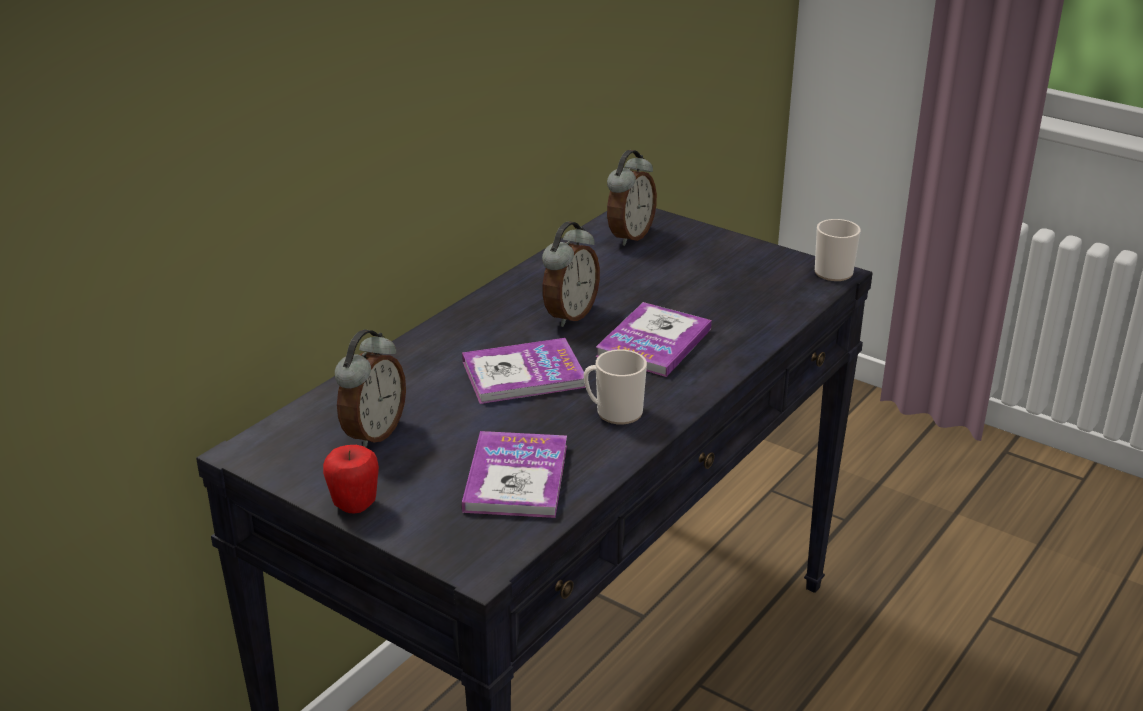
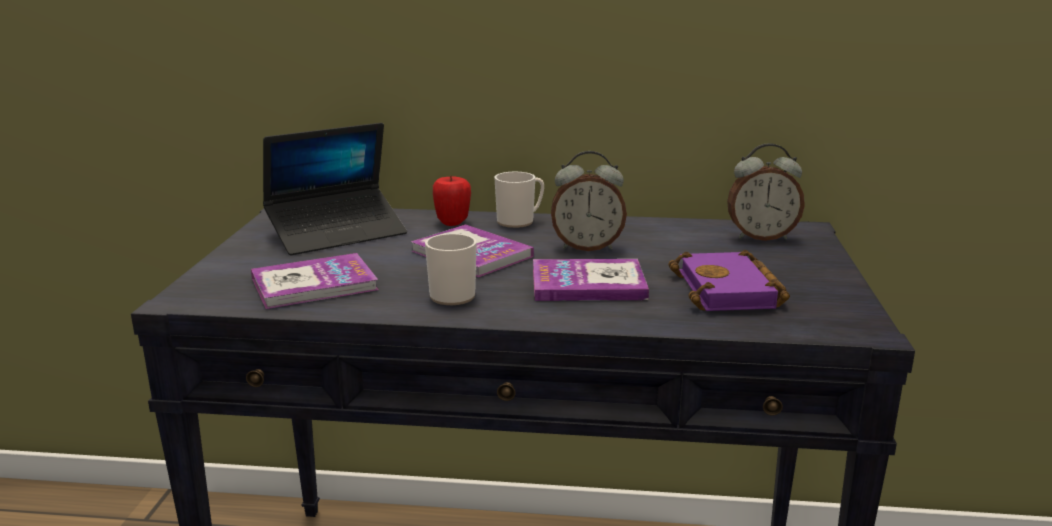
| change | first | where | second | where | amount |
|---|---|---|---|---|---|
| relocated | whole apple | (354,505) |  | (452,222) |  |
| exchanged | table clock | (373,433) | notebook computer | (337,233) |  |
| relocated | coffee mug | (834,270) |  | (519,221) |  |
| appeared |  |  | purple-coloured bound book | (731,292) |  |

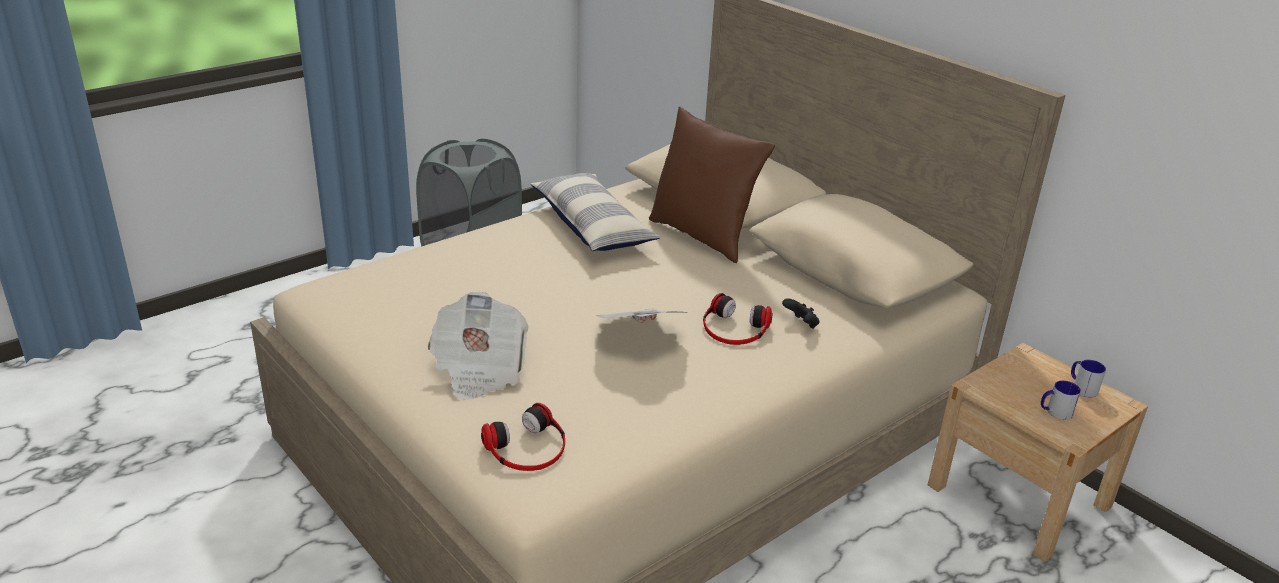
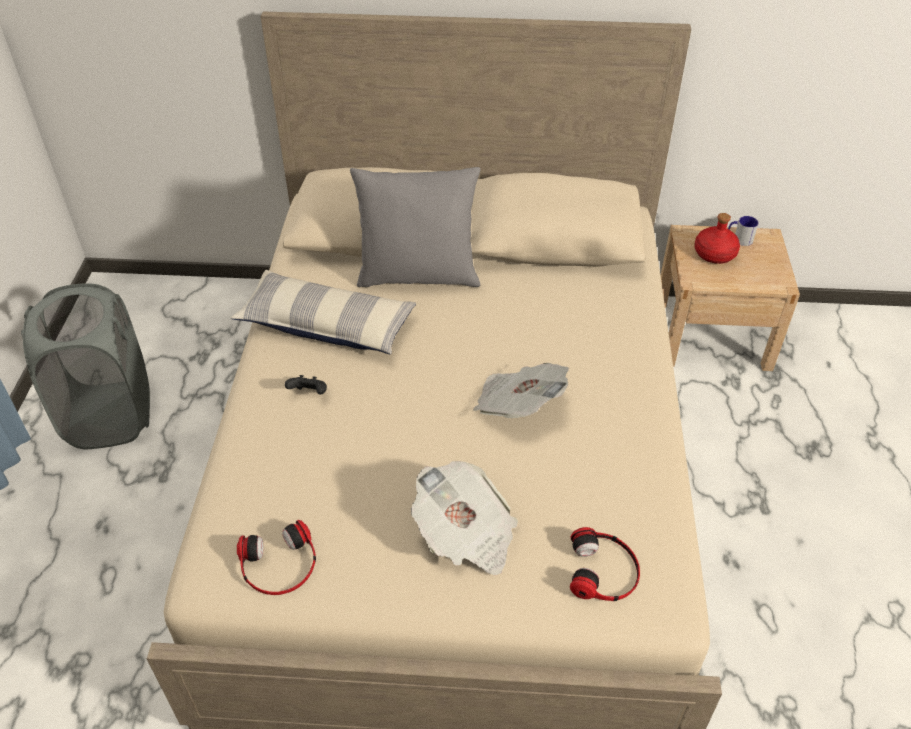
| change | first | where | second | where | amount |
|---|---|---|---|---|---|
| colour | brown cushion | (703,236) | greyish cushion | (418,275) |  |
| relocated | pair of headphones | (734,328) |  | (279,565) |  |
| relocated | black game controller | (801,324) |  | (309,394) |  |
| missing | coffee mug | (1055,412) |  |  |  |
| appeared |  |  | red drink bottle | (714,254) |  |

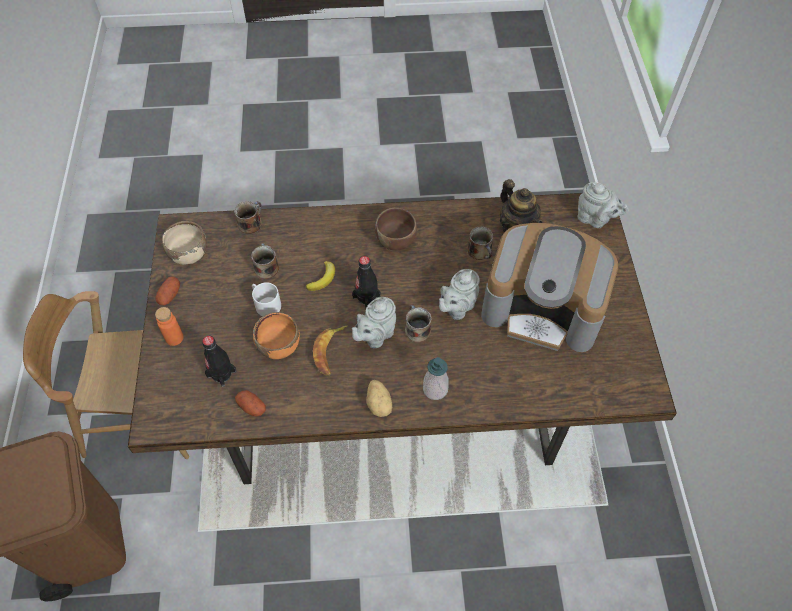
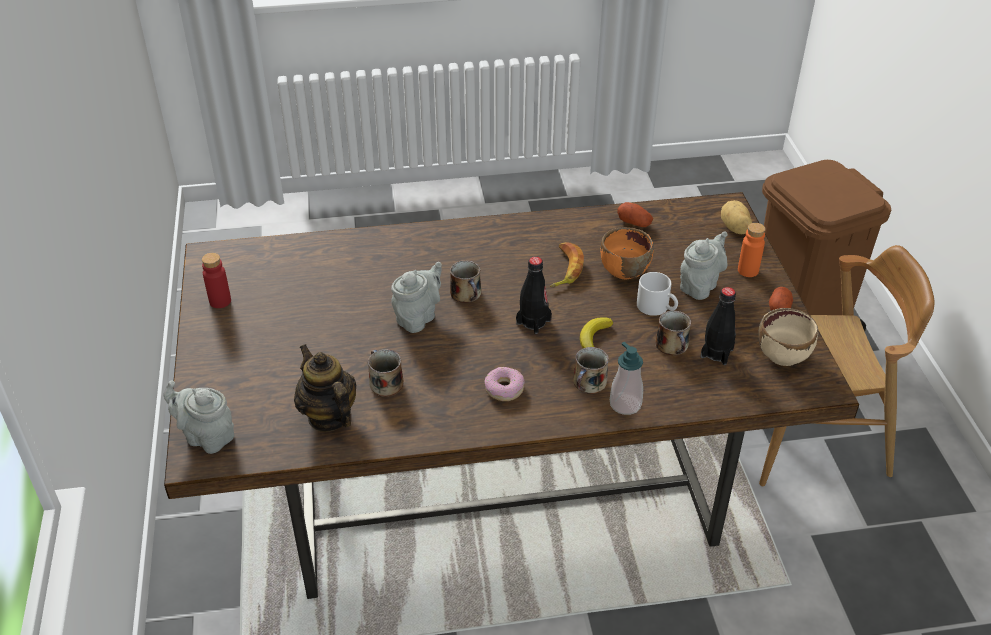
| change | first | where | second | where | amount |
|---|---|---|---|---|---|
| relocated | black drink bottle | (221,374) |  | (716,353) |  |
| relocated | coffee mug | (250,223) |  | (589,383) |  |
| relocated | greyish teapot | (375,336) |  | (700,285) |  |
| relocated | potato | (379,404) |  | (734,228) |  |
| exchanged | brown deep dish | (396,240) | ring doughnut | (504,389) |  |
| relocated | soap dispenser | (435,389) |  | (625,404) |  |
| missing | coffee brewer | (543,308) |  |  |  |
| appeared |  |  | red drink bottle | (220,301) |  |

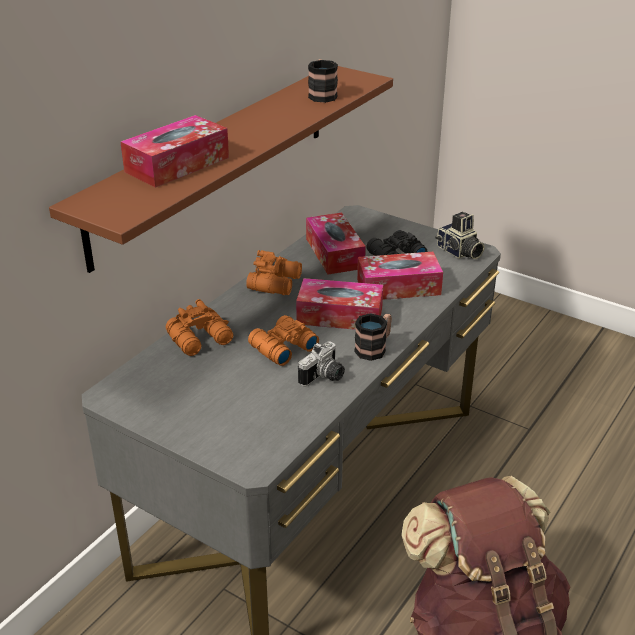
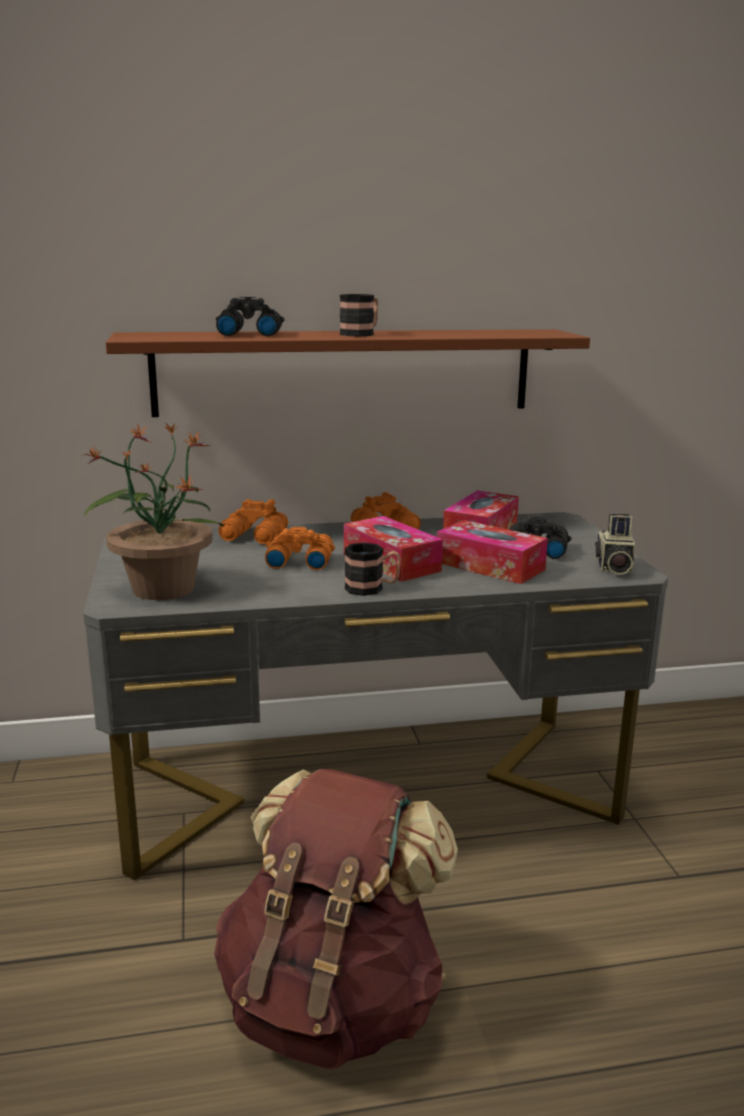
| change | first | where | second | where | amount |
|---|---|---|---|---|---|
| exchanged | tissue holder | (177,164) | black binoculars | (248,334) |  |
| missing | photo camera | (324,377) |  |  |  |
| relocated | coffee mug | (321,94) |  | (361,334) |  |
| appeared |  |  | plant in a pot | (162,588) |  |

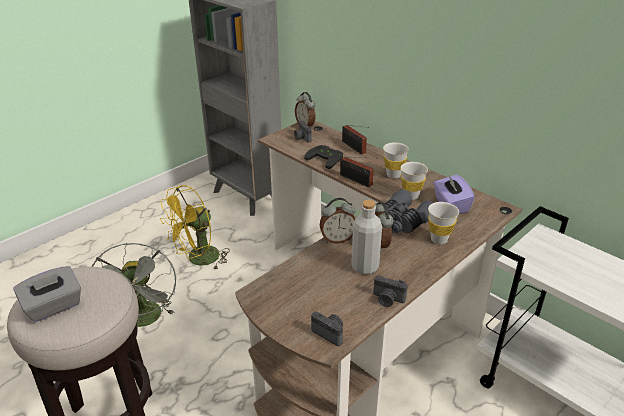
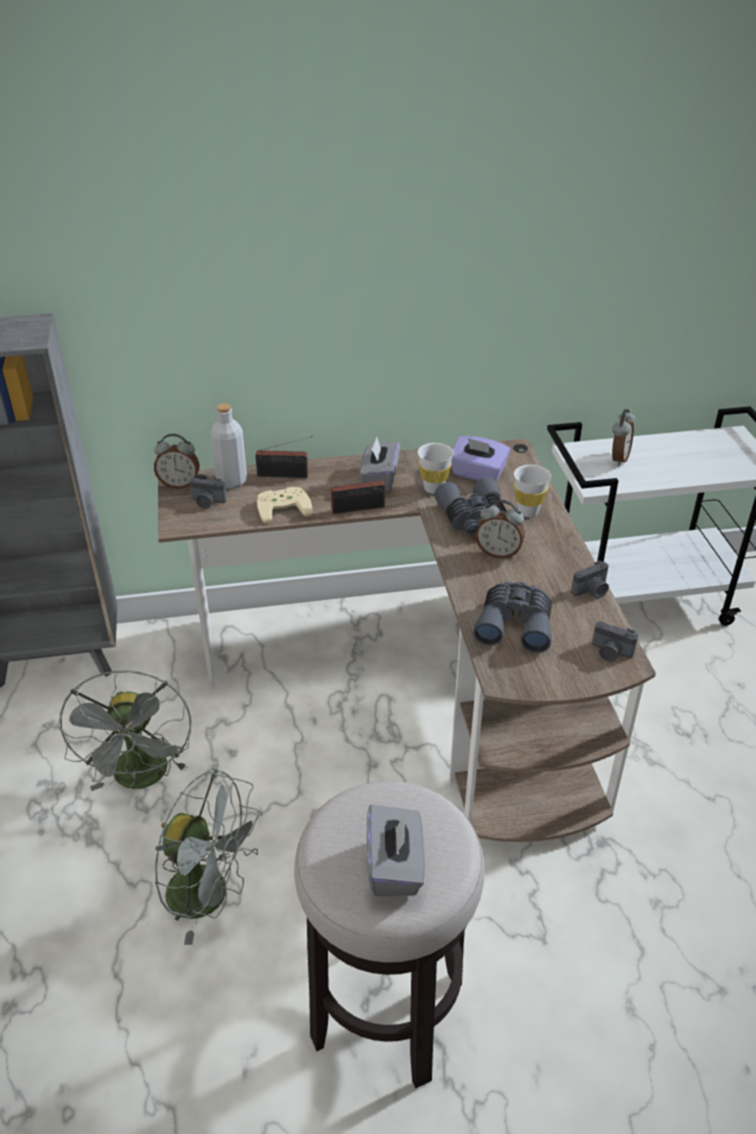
| change | first | where | second | where | amount |
|---|---|---|---|---|---|
| colour | yellowish electric fan | (198,260) | greyish electric fan | (142,778) |  |
| colour | black game controller | (326,158) | sand-coloured game controller | (283,506) |  |
| spun | photo camera | (329,333) |  | (610,652) | 135 degrees counterclockwise |
| relocated | table clock | (337,239) |  | (618,458) |  |
| relocated | greyish drink bottle | (365,267) |  | (231,481) |  |
| exchanged | white drinking cup | (393,175) | greyish tissue holder | (379,479) |  |
| appeared |  |  | greyish binoculars | (515,624) |  |

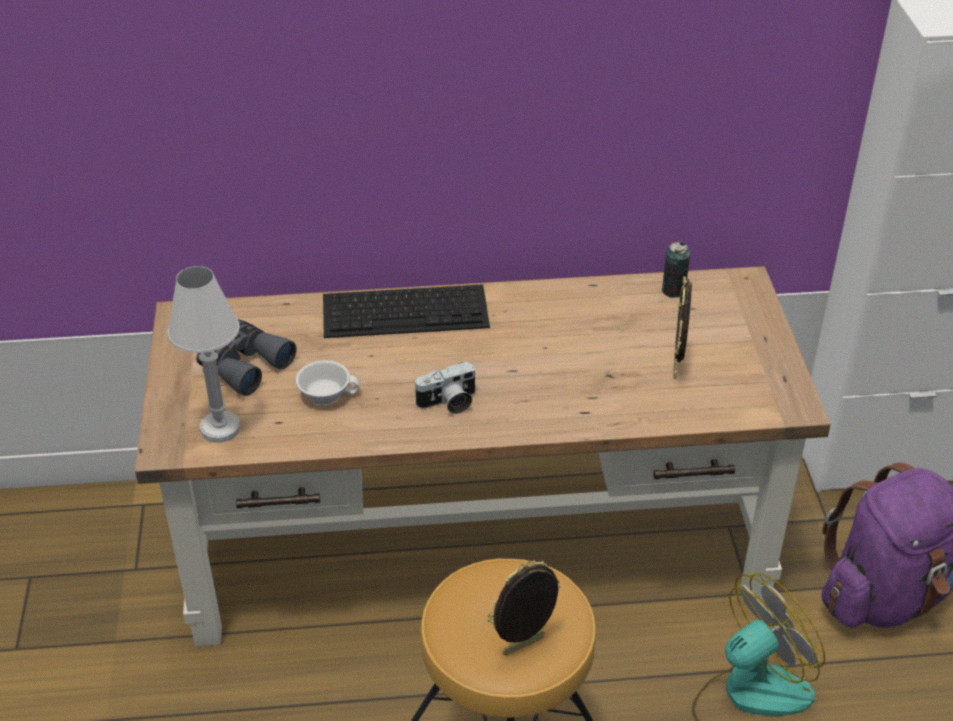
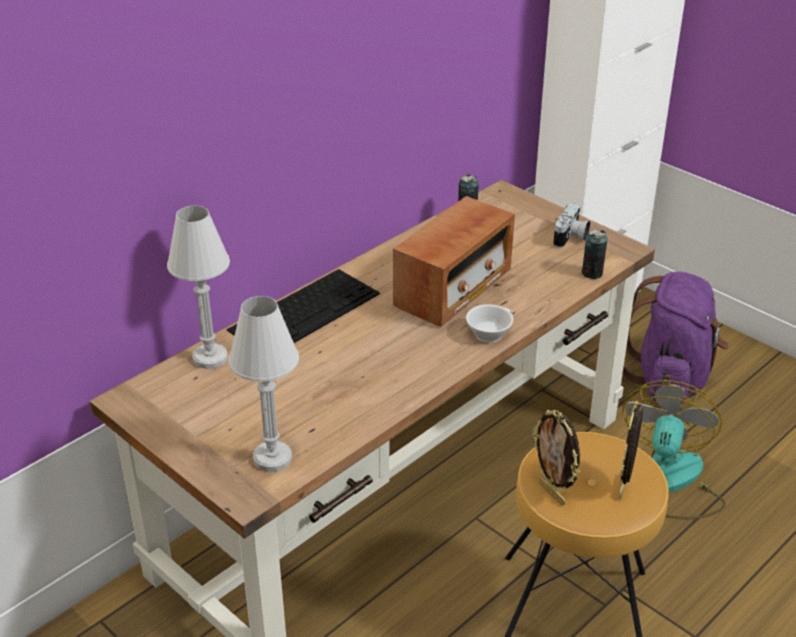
| change | first | where | second | where | amount |
|---|---|---|---|---|---|
| missing | greyish binoculars | (242,364) |  |  |  |
| relocated | white drinking cup | (326,393) |  | (488,332) |  |
| relocated | photo camera | (448,403) |  | (571,238) |  |
| relocated | standing frame | (677,366) |  | (552,493) |  |
| appeared |  |  | white table lamp | (210,358) |  |
| appeared |  |  | radio receiver | (453,289) |  |
| appeared |  |  | metal can | (592,273) |  |

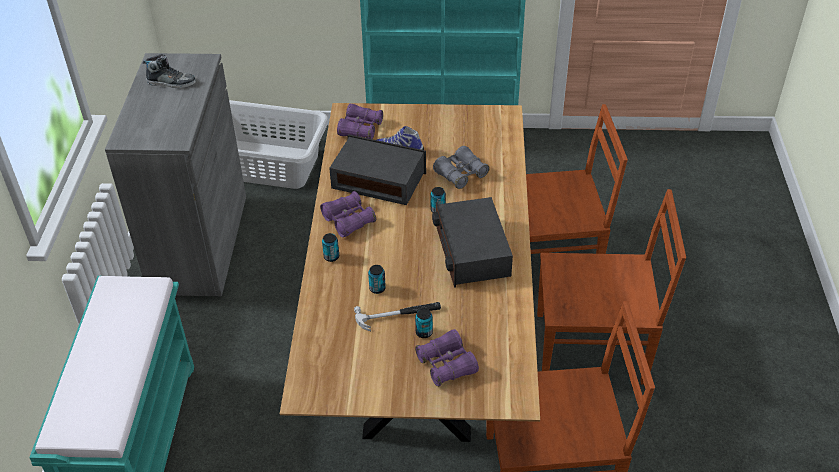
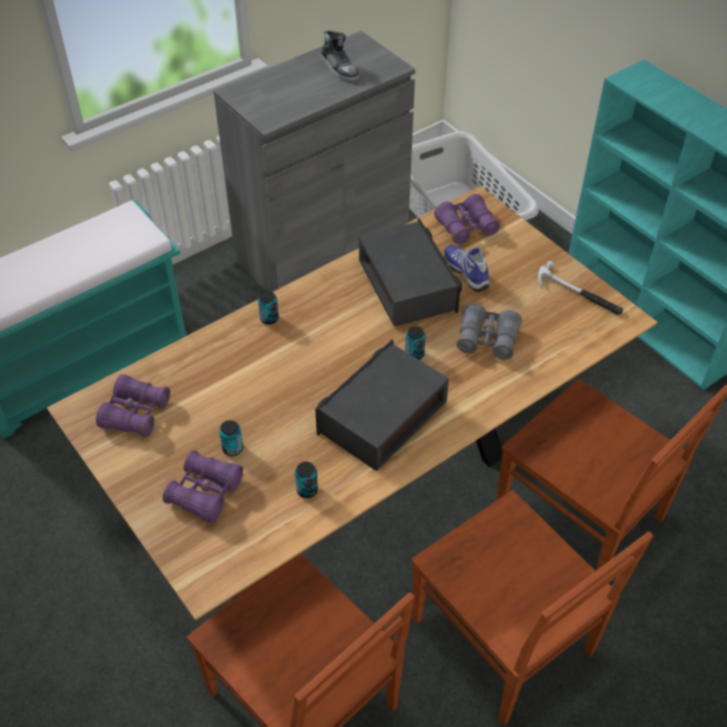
| change | first | where | second | where | amount |
|---|---|---|---|---|---|
| relocated | purple-coloured binoculars | (348,220) |  | (135,414) |  |
| relocated | tool hammer | (398,315) |  | (578,294) |  |
| relocated | metal can | (377,288) |  | (307,490) |  |

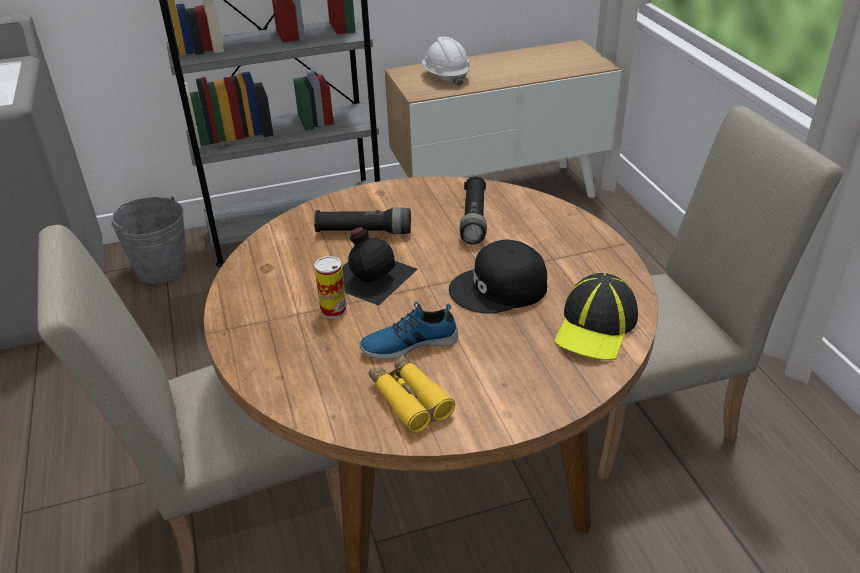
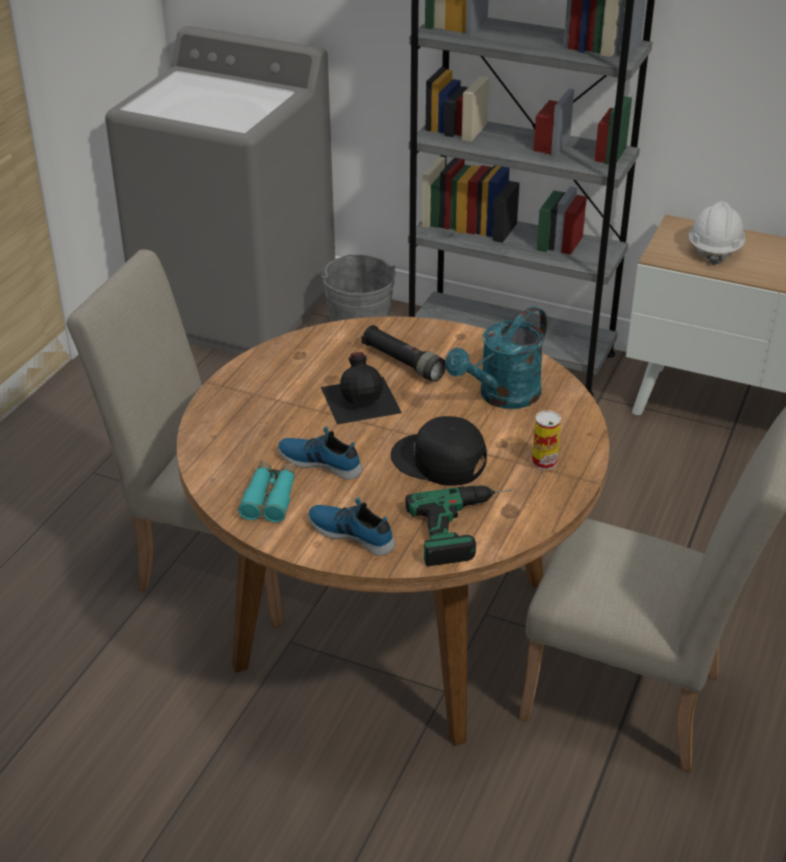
| change | first | where | second | where | amount |
|---|---|---|---|---|---|
| relocated | metal can | (333,310) |  | (544,462) |  |
| colour | yellowish binoculars | (409,399) | turquoise-coloured binoculars | (270,497) |  |
| exchanged | black torch | (474,219) | turquoise-coloured watering pot | (502,397) |  |
| exchanged | peaked cap | (596,326) | drill | (468,527) |  |
| appeared |  |  | item of footwear | (352,533) |  |

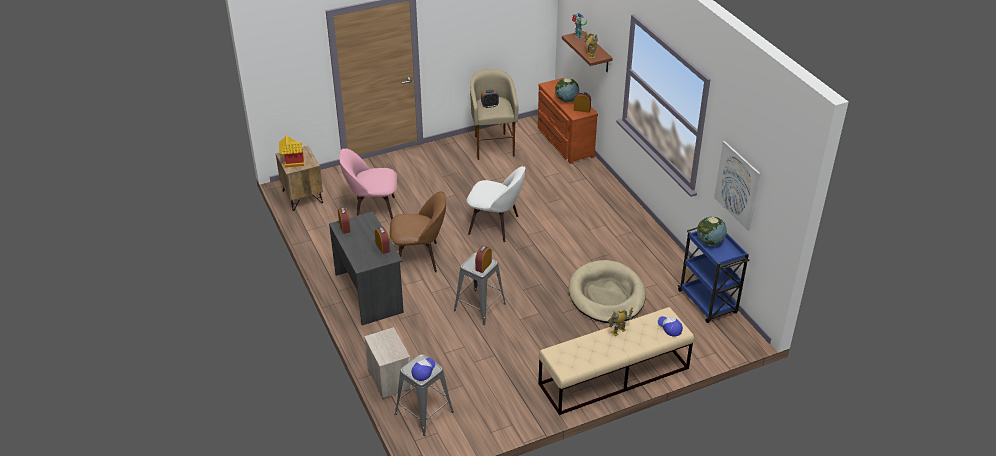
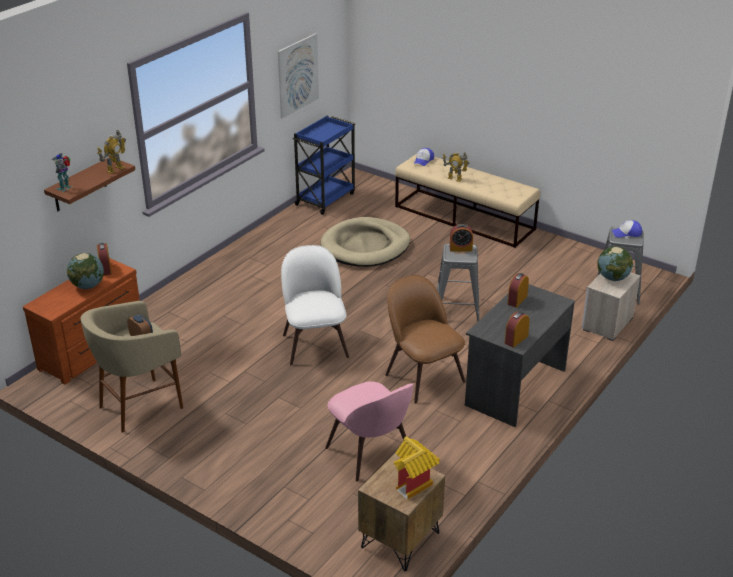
| change | first | where | second | where | amount |
|---|---|---|---|---|---|
| relocated | desk globe | (709,242) |  | (613,278) |  |

